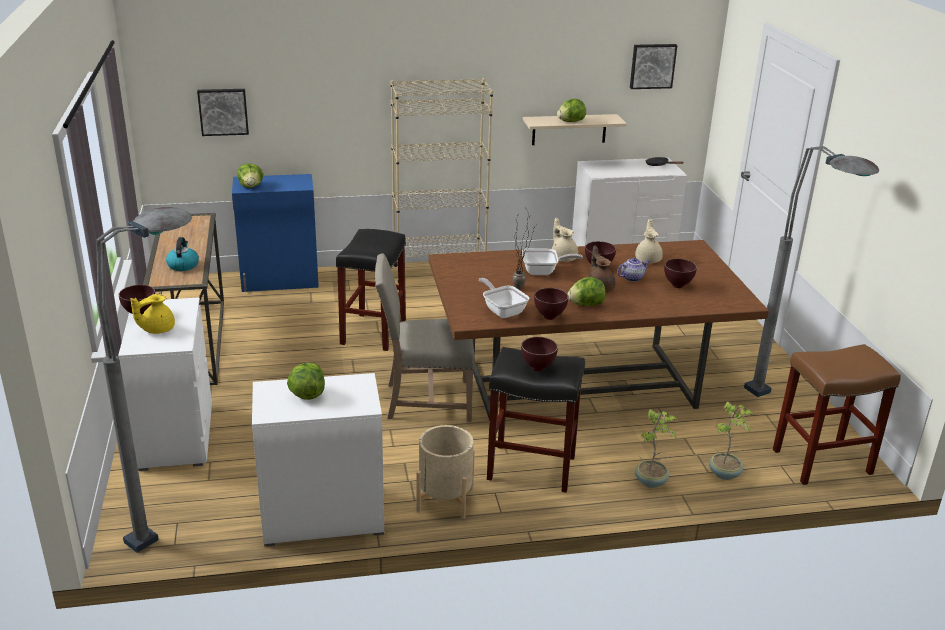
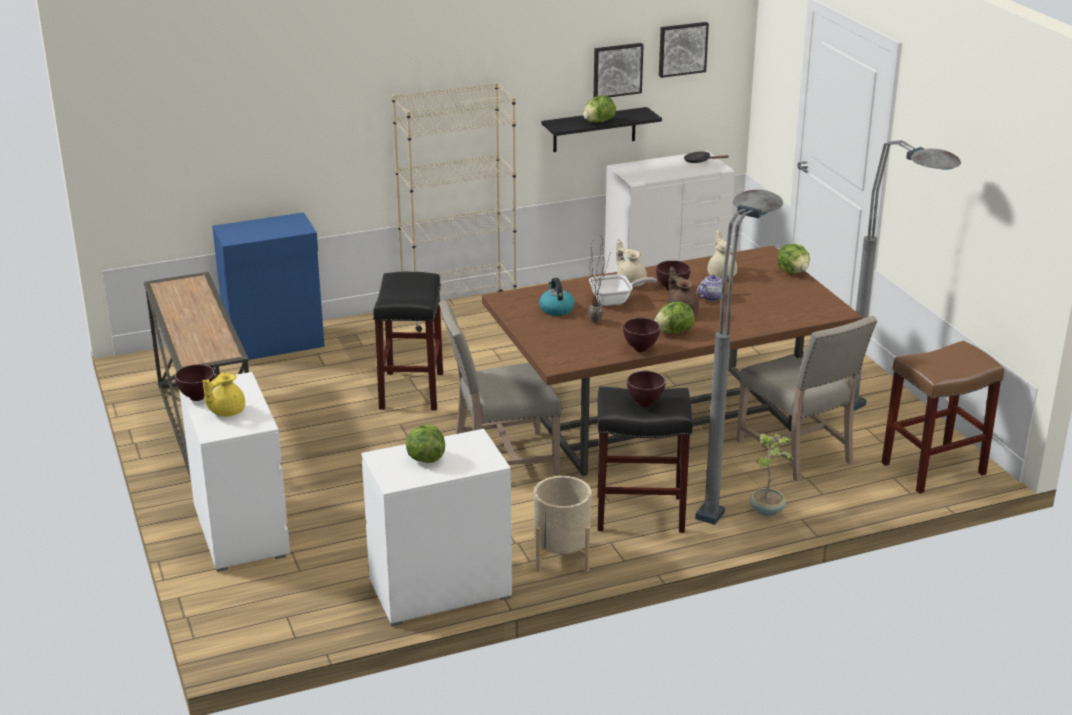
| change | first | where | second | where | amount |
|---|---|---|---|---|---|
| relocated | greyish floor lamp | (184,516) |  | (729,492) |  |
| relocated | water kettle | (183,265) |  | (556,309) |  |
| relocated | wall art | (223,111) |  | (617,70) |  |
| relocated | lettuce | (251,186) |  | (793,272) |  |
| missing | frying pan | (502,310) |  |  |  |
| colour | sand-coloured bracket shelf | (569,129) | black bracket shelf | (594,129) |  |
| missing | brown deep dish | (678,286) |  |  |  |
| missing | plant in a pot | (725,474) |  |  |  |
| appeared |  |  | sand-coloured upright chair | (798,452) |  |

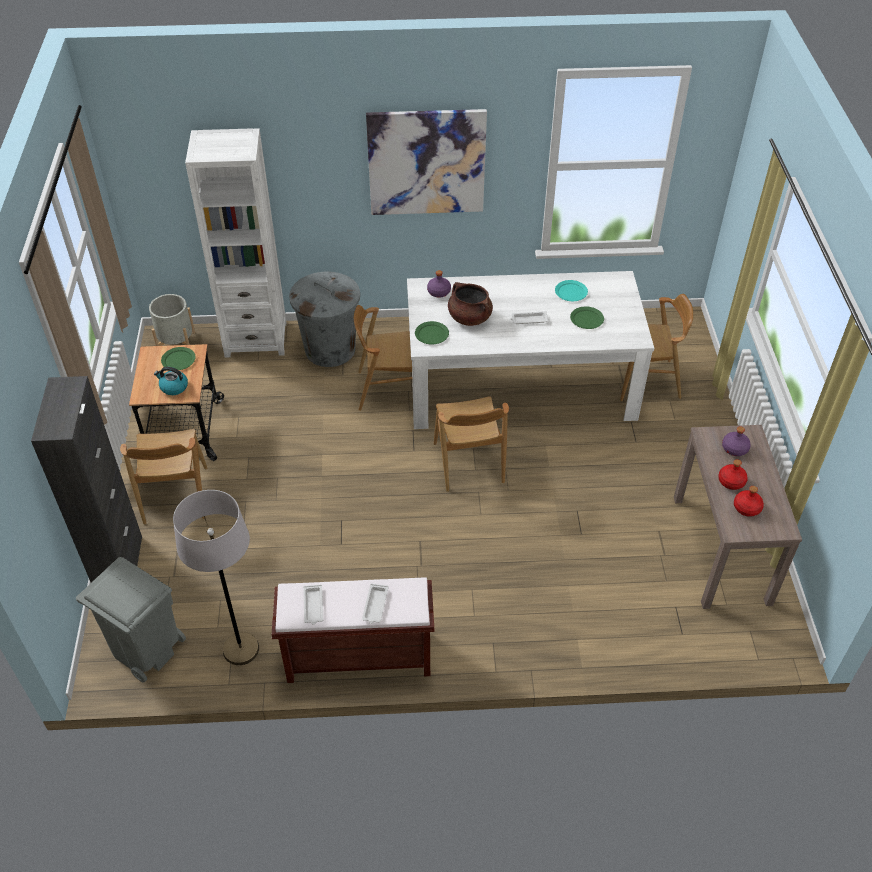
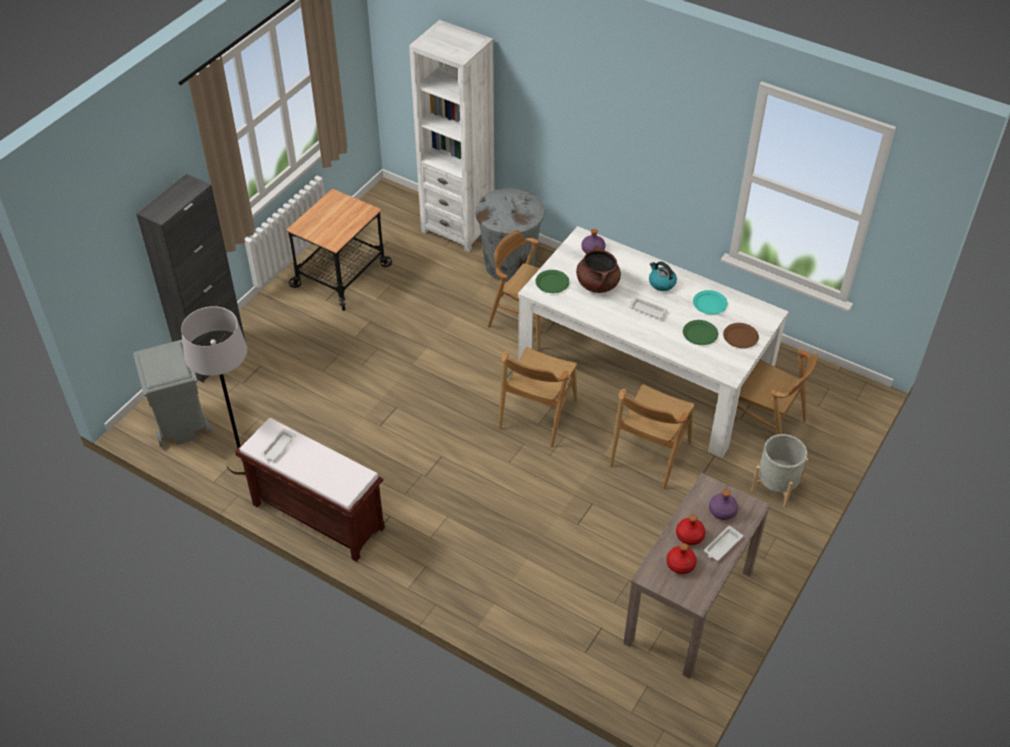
| change | first | where | second | where | amount |
|---|---|---|---|---|---|
| relocated | brown upright chair | (175,495) |  | (649,455) |  |
| relocated | greyish plant pot | (176,343) |  | (776,486) |  |
| relocated | water kettle | (173,387) |  | (661,283) |  |
| missing | green dinner plate | (178,360) |  |  |  |
| relocated | white serving tray | (375,606) |  | (722,546) |  |
| missing | wall art | (426,162) |  |  |  |
| appeared |  |  | brown dinner plate | (740,337) |  |

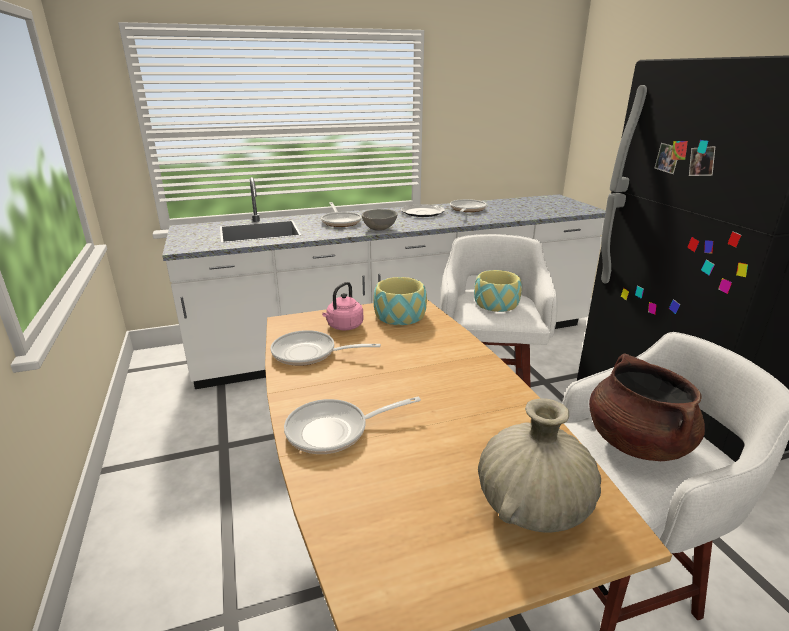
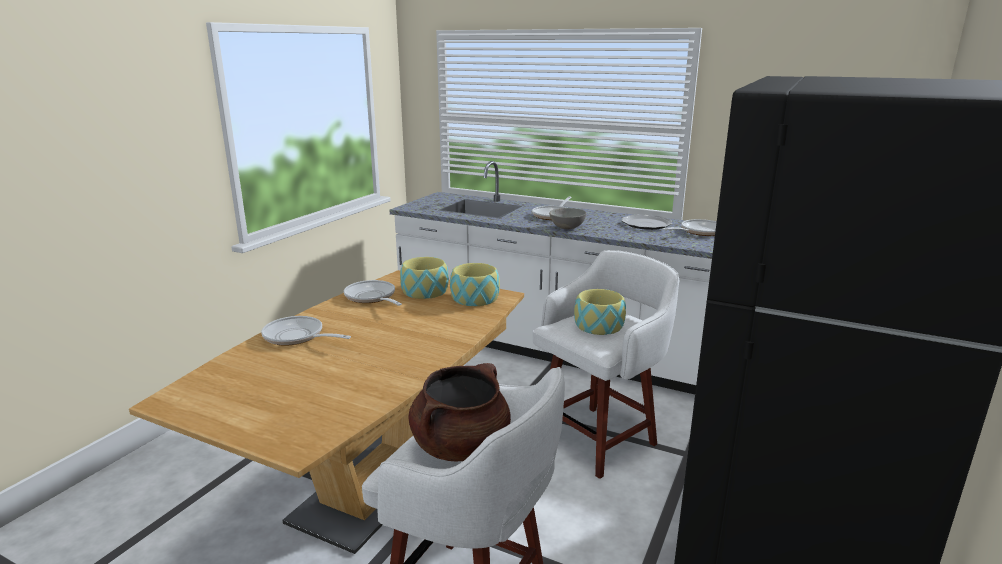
| change | first | where | second | where | amount |
|---|---|---|---|---|---|
| exchanged | pinkish water kettle | (343,326) | deep dish | (424,291) |  |
| missing | sand-coloured decorative vase | (532,505) |  |  |  |

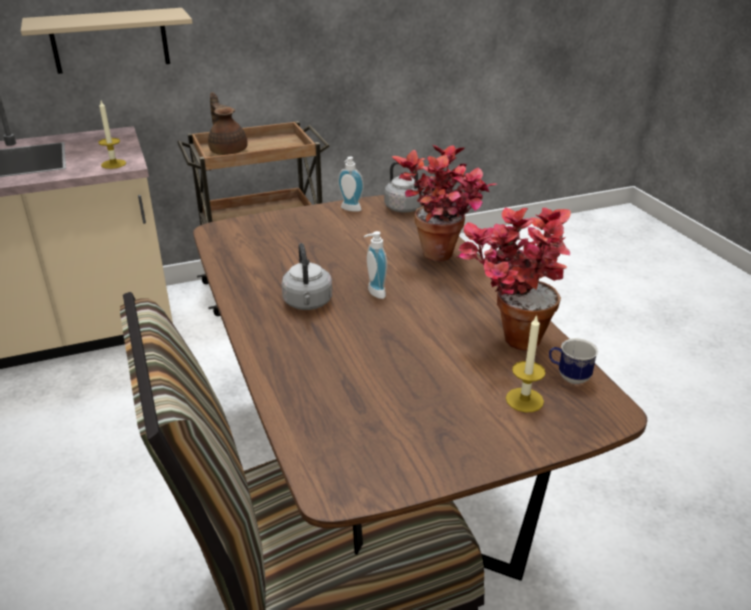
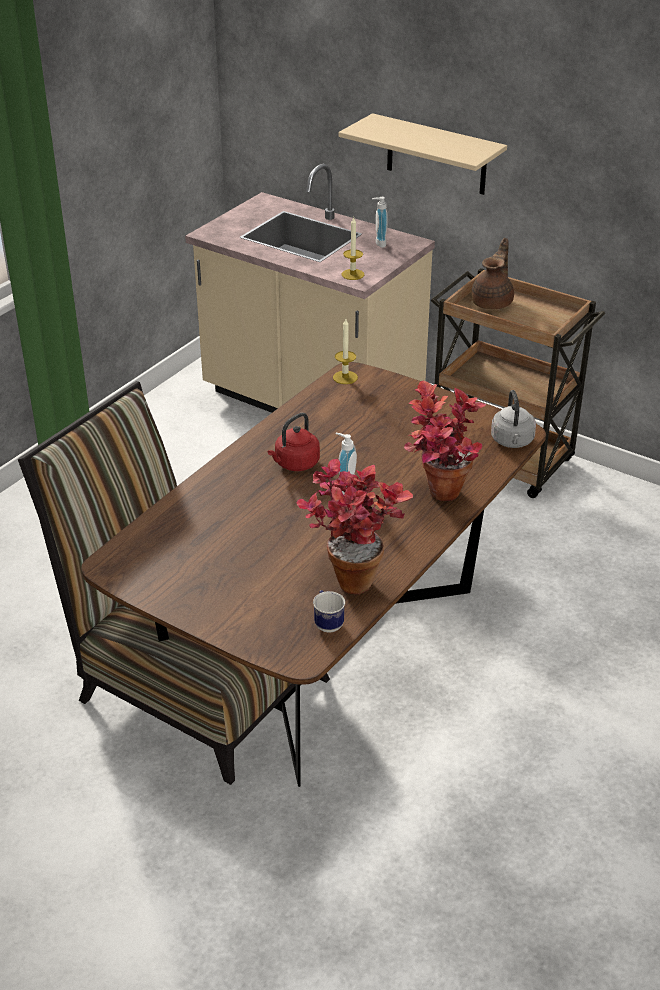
| change | first | where | second | where | amount |
|---|---|---|---|---|---|
| colour | greyish water kettle | (308,304) | red water kettle | (295,464) |  |
| relocated | soap dispenser | (350,210) |  | (378,243) |  |
| relocated | candle | (524,400) |  | (345,377) |  |

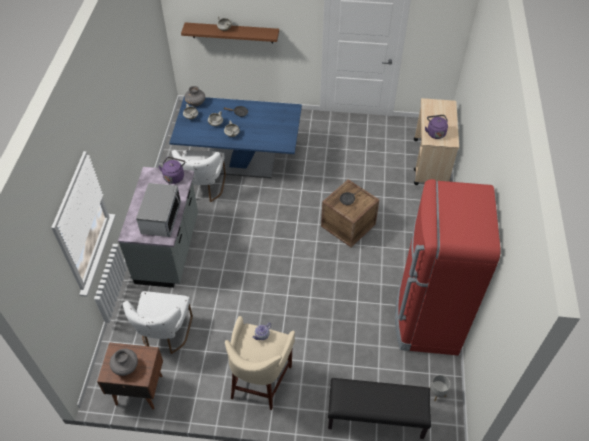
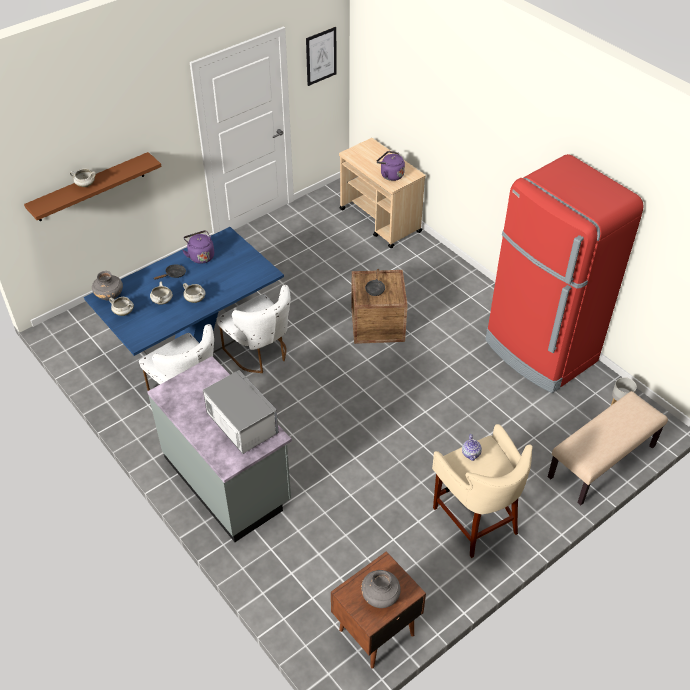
| change | first | where | second | where | amount |
|---|---|---|---|---|---|
| relocated | white upright chair | (165,335) |  | (260,353) |  |
| relocated | purple-coloured water kettle | (174,176) |  | (200,256) |  |
| colour | black indoor bench | (375,417) | sand-coloured indoor bench | (602,462) |  |
| appeared |  |  | wall art | (321,56) |  |

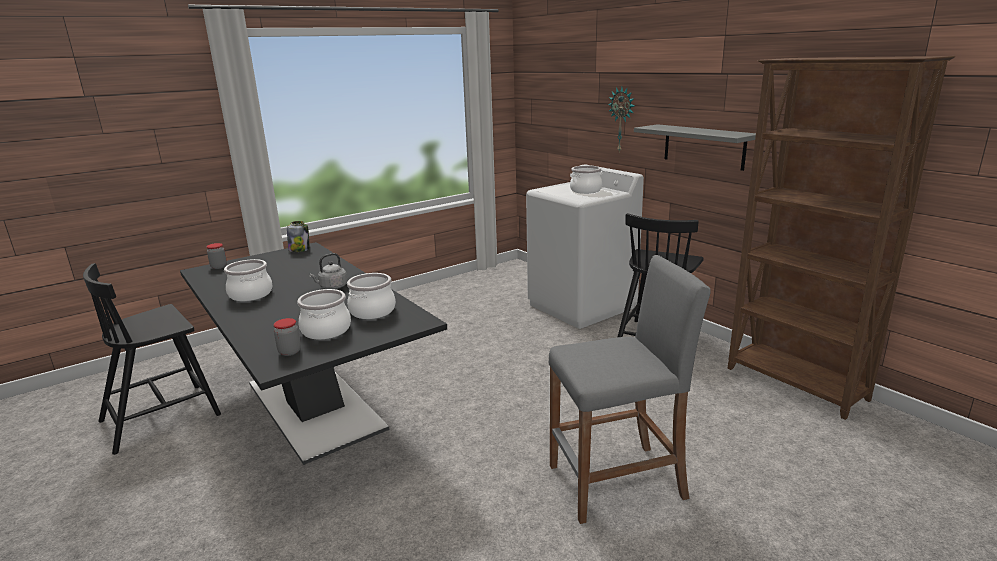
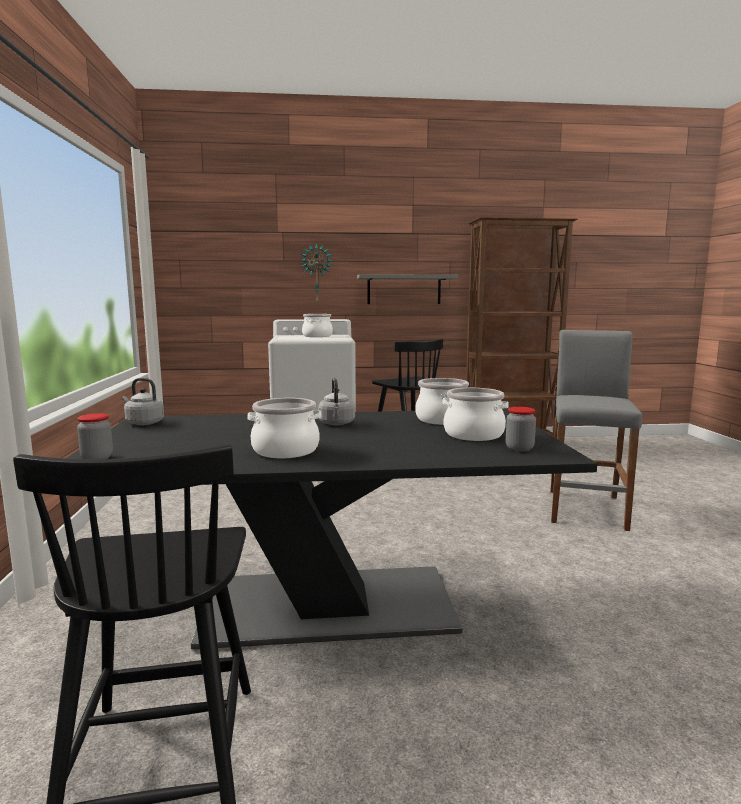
| change | first | where | second | where | amount |
|---|---|---|---|---|---|
| exchanged | preserve jar | (299,249) | greyish water kettle | (143,423) |  |

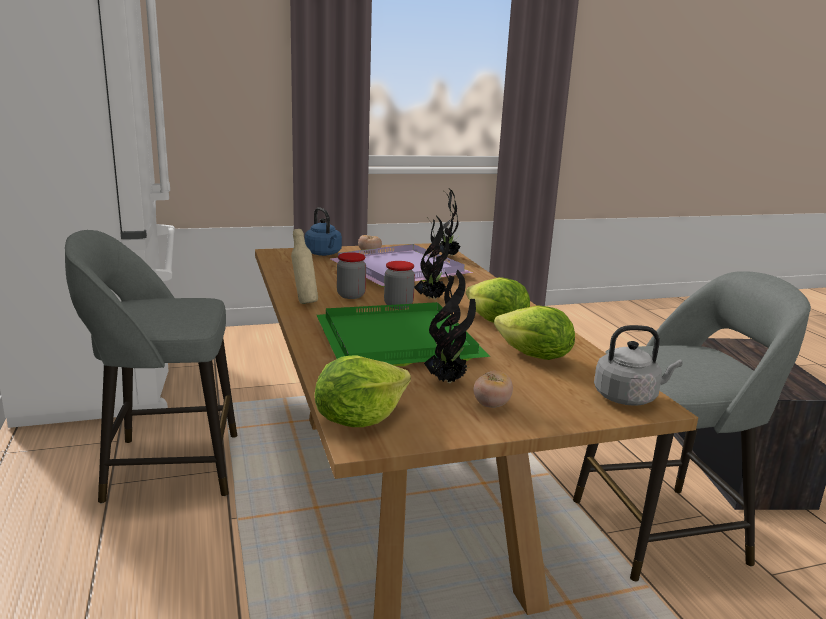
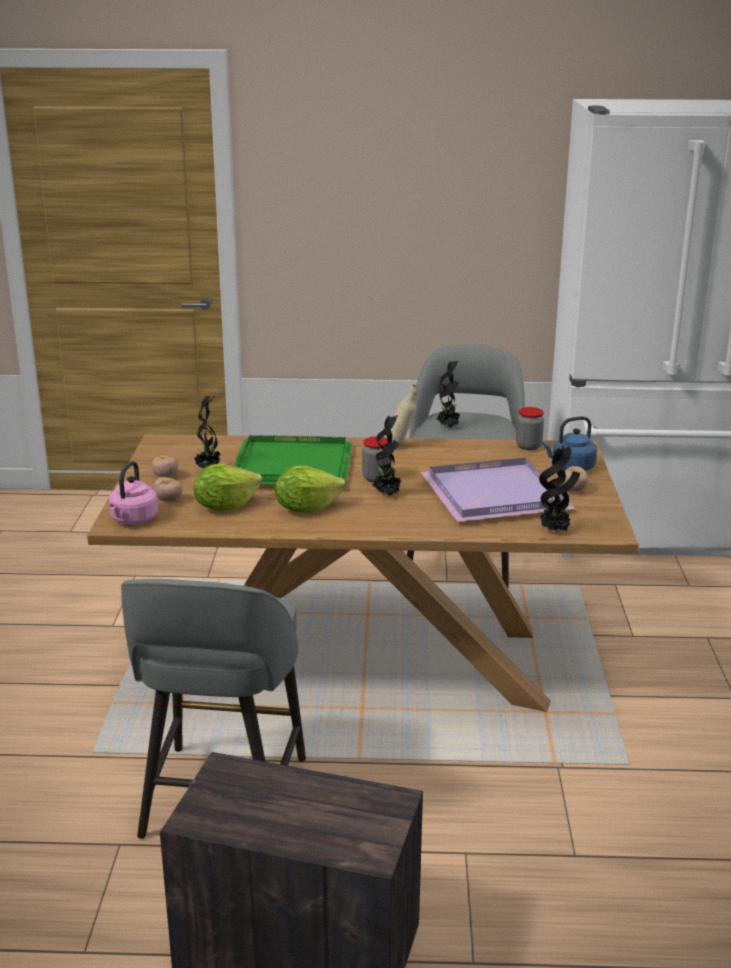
| change | first | where | second | where | amount |
|---|---|---|---|---|---|
| missing | lettuce | (359,419) |  |  |  |
| relocated | preserve jar | (351,295) |  | (528,446) |  |
| colour | greyish water kettle | (628,397) | pinkish water kettle | (133,520) |  |
| appeared |  |  | whole tomato | (168,500) |  |
| appeared |  |  | plant in a pot | (449,427) |  |

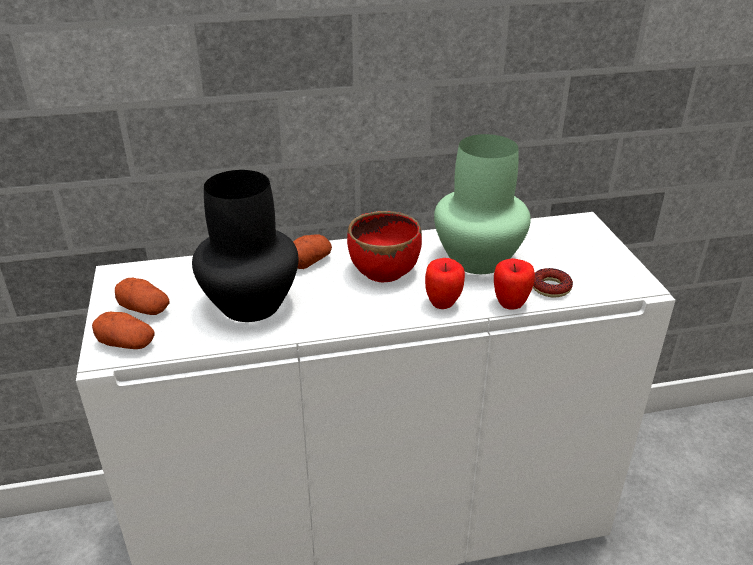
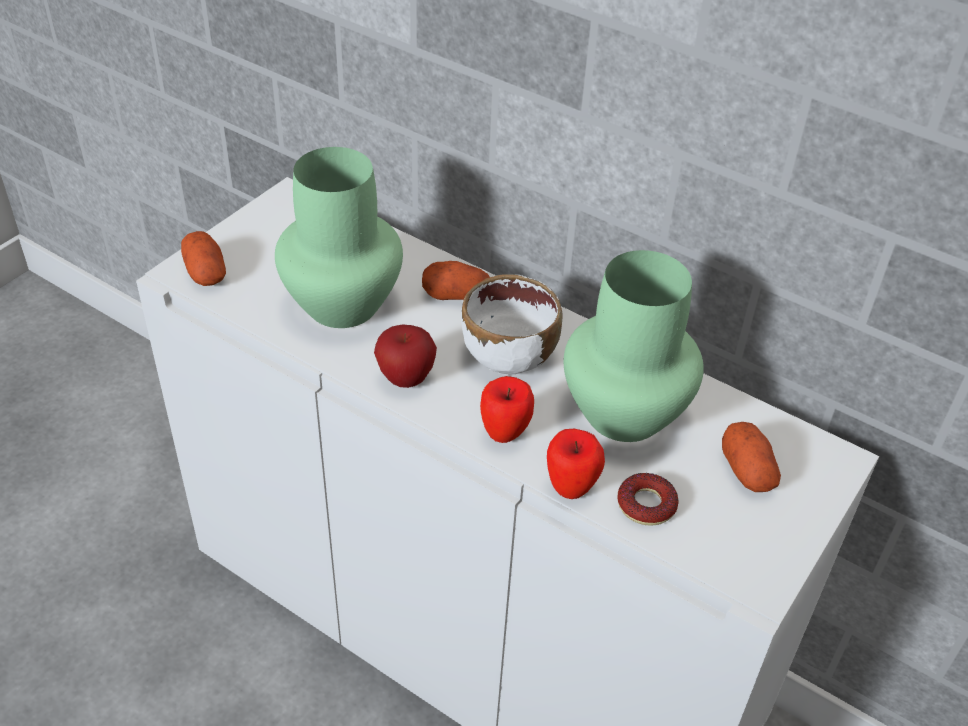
| change | first | where | second | where | amount |
|---|---|---|---|---|---|
| relocated | potato | (144,309) |  | (747,470) |  |
| colour | black decorative vase | (251,305) | green decorative vase | (342,306) |  |
| colour | red deep dish | (384,271) | white deep dish | (508,356) |  |
| appeared |  |  | whole apple | (405,378) |  |

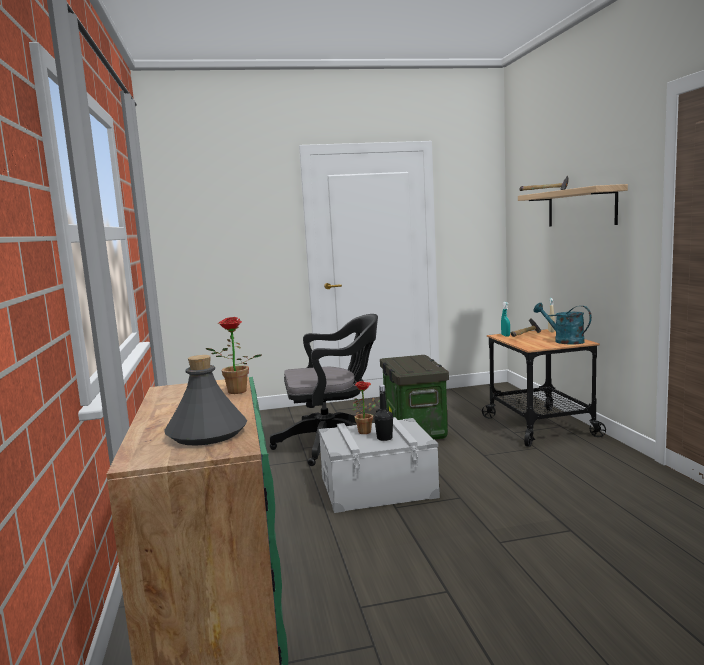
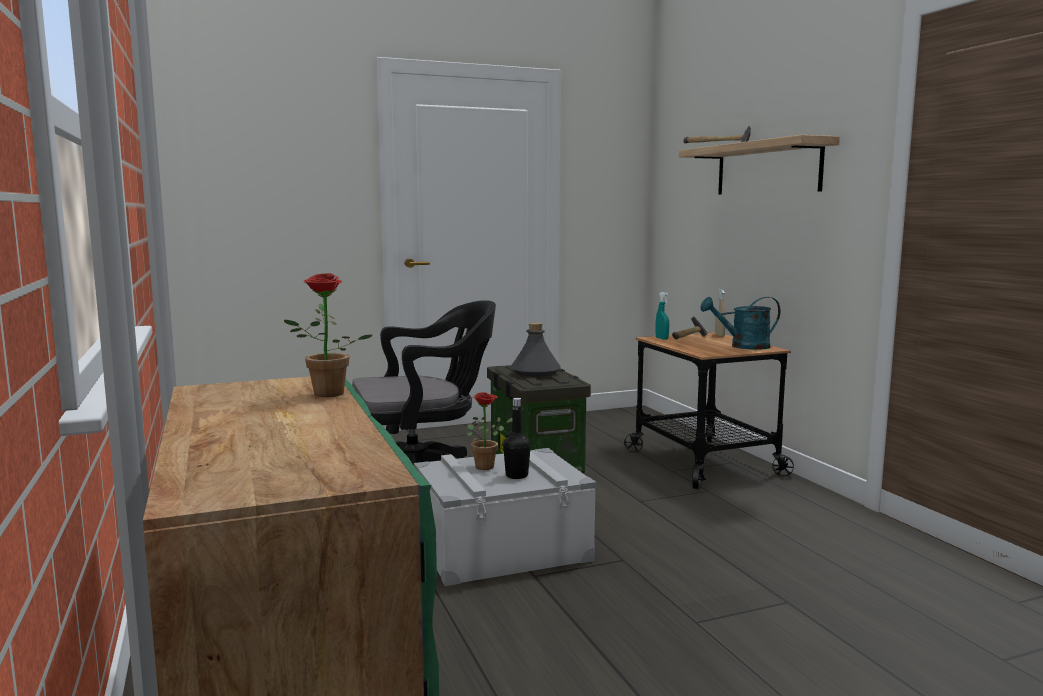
| change | first | where | second | where | amount |
|---|---|---|---|---|---|
| relocated | greyish drink bottle | (206,433) |  | (535,372) |  |
| spun | turquoise-coloured watering pot | (564,341) |  | (743,346) | 45 degrees counterclockwise |

